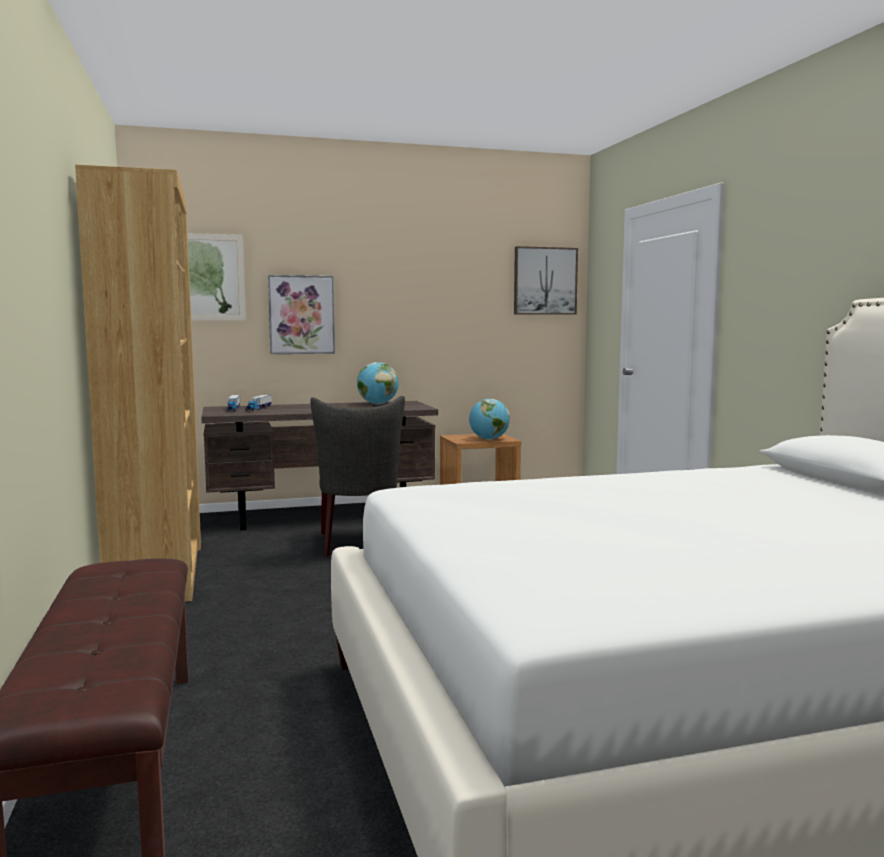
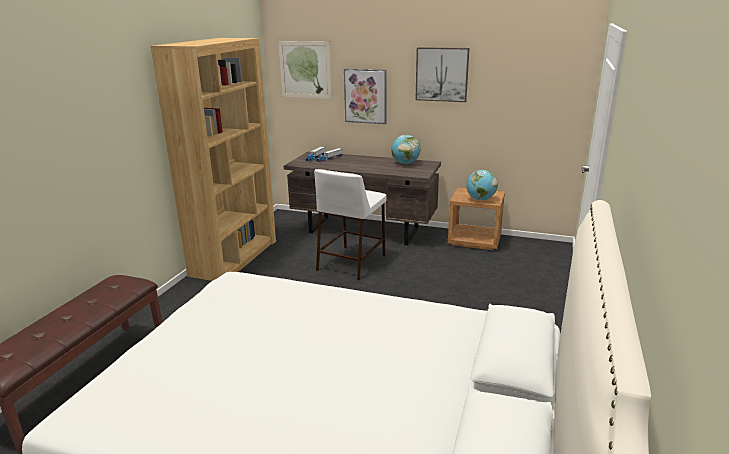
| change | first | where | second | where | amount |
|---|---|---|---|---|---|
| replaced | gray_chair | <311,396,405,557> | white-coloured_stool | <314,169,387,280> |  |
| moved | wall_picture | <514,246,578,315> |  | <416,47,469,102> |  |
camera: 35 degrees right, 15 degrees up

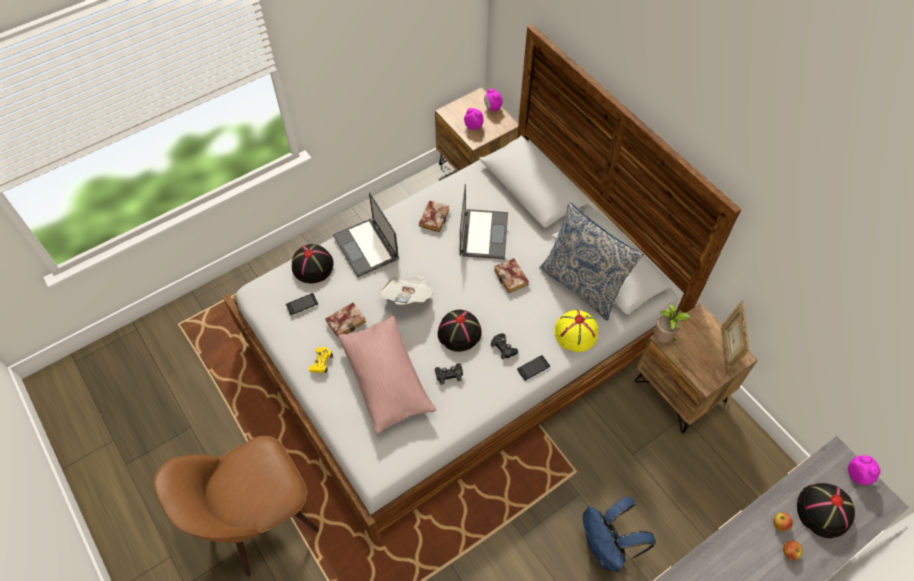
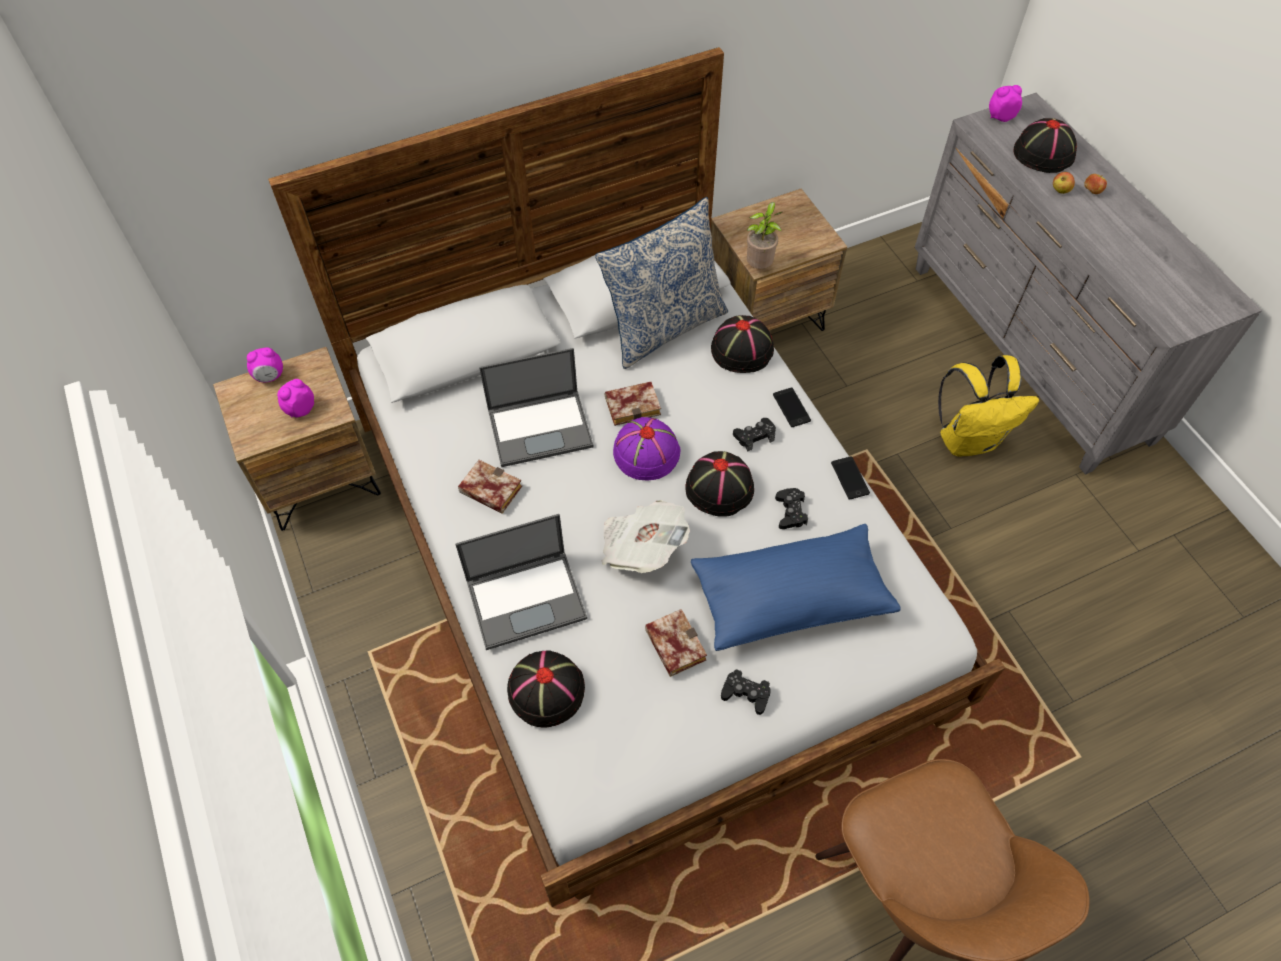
| change | first | where | second | where | amount |
|---|---|---|---|---|---|
| moved | telephone | <286,293,318,315> |  | <831,456,870,500> |  |
| recoloured | yellow-coloured_gamepad | <309,347,333,373> | black-coloured_gamepad | <721,669,771,715> |  |
| recoloured | pinkish_cushion | <338,316,436,435> | blue-coloured_cushion | <691,524,901,651> |  |
| turned | notebook_computer | <460,184,508,259> |  | <479,348,594,467> | 150 degrees clockwise |
| recoloured | yellow-coloured_wearable_hat | <554,310,598,352> | black-coloured_wearable_hat | <711,315,774,373> |  |
| recoloured | blue-coloured_backpack | <583,496,656,572> | yellow-coloured_backpack | <938,355,1039,457> |  |
| removed | standing_frame | <721,300,750,375> |  |  |  |
| added |  |  | purple_wearable_hat | <613,417,681,480> |  |
camera: 80 degrees left, 0 degrees up

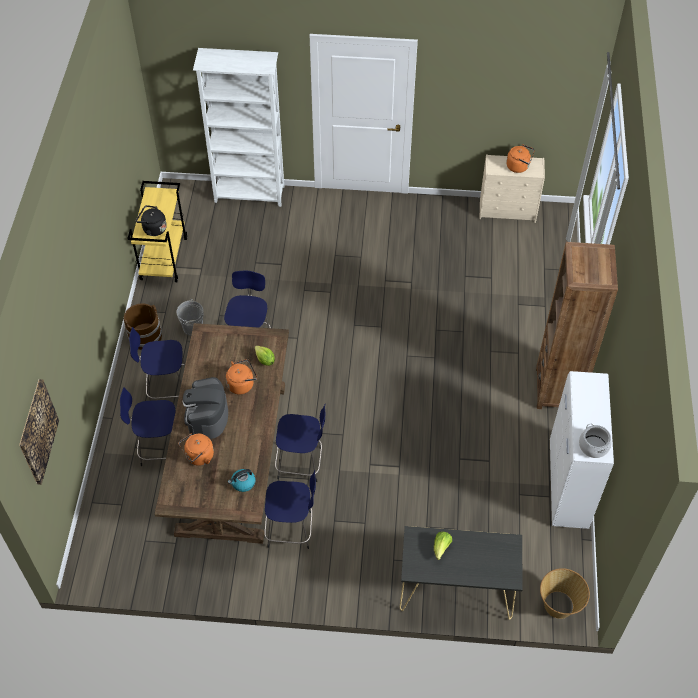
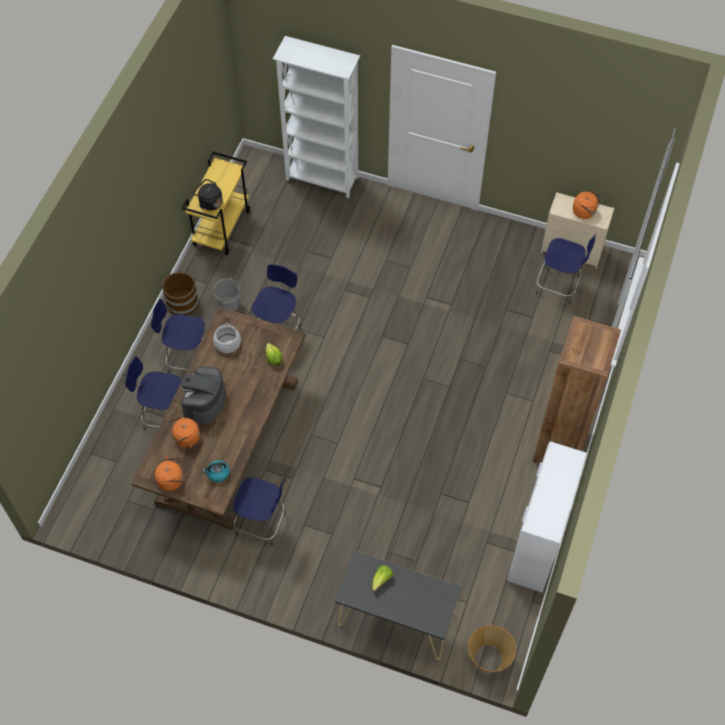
| change | first | where | second | where | amount |
|---|---|---|---|---|---|
| removed | wall_picture | <19,379,59,485> |  |  |  |
| moved | orange-coloured_water_kettle | <226,359,257,394> |  | <155,456,184,491> |  |
| moved | blue-coloured_stool | <275,403,326,482> |  | <536,234,596,304> |  |
| moved | cooking_pot | <579,424,612,458> |  | <213,323,241,353> |  |
camera: 15 degrees right, 5 degrees up

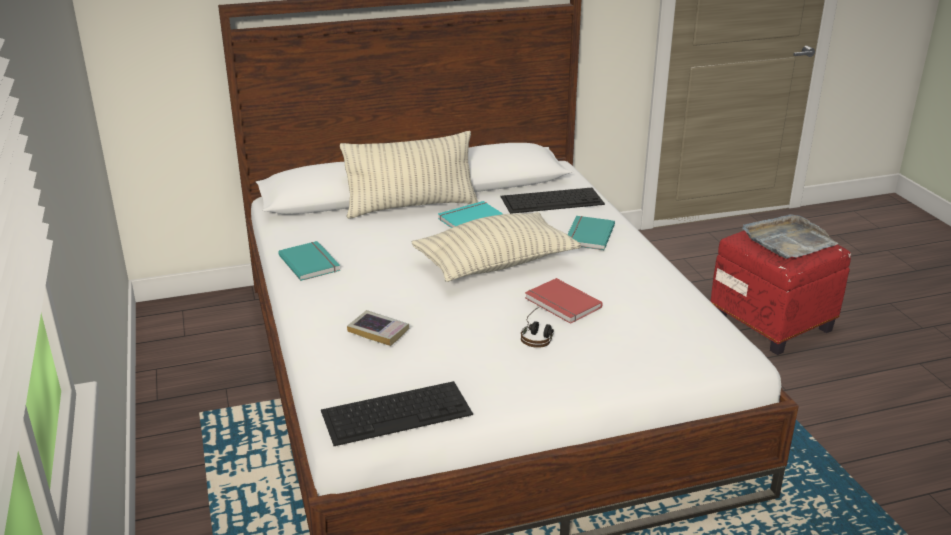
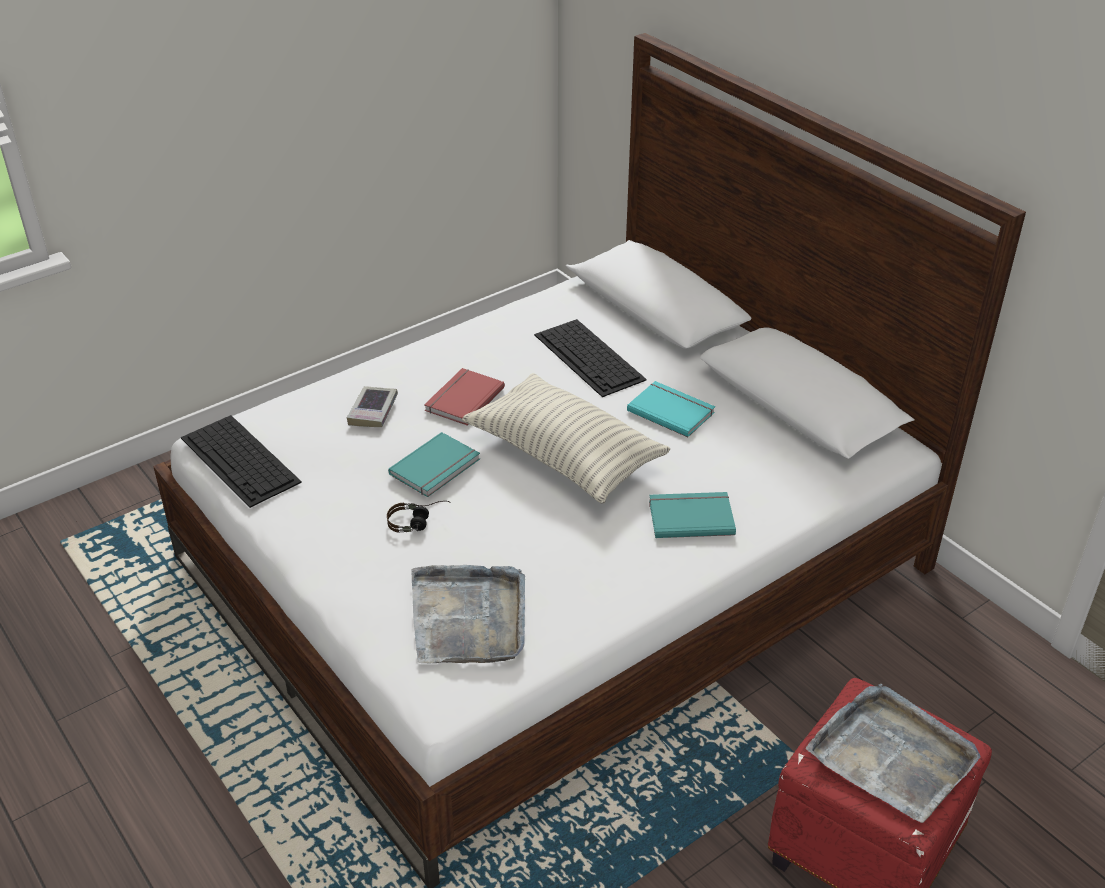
| change | first | where | second | where | amount |
|---|---|---|---|---|---|
| moved | turquoise-coloured_book | <278,241,340,281> |  | <388,432,480,497> |  |
| removed | cushion | <340,131,478,219> |  |  |  |
| moved | computer_keyboard | <501,188,605,214> |  | <534,319,647,397> |  |
| moved | red-coloured_book | <525,278,603,324> |  | <424,368,505,425> |  |
| added |  |  | gray_serving_tray | <411,565,525,663> |  |
camera: 70 degrees right, 10 degrees up

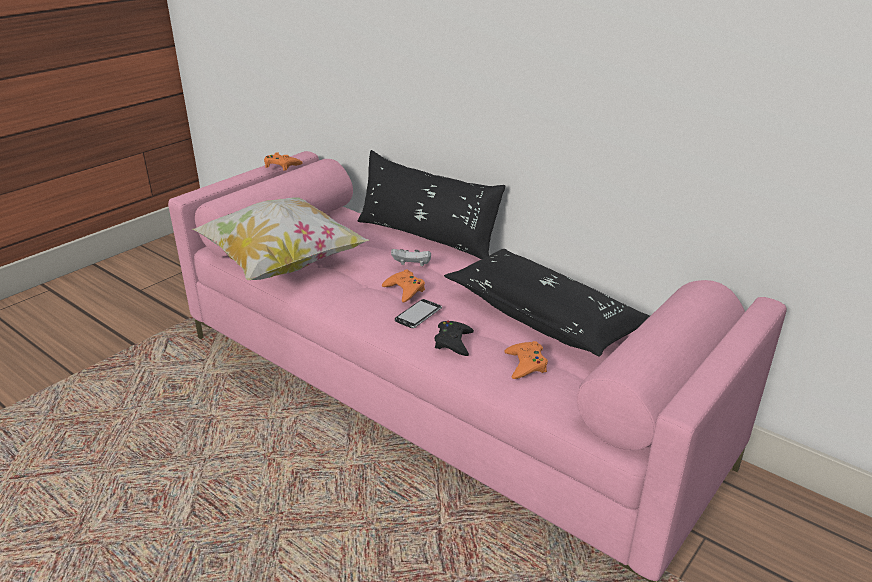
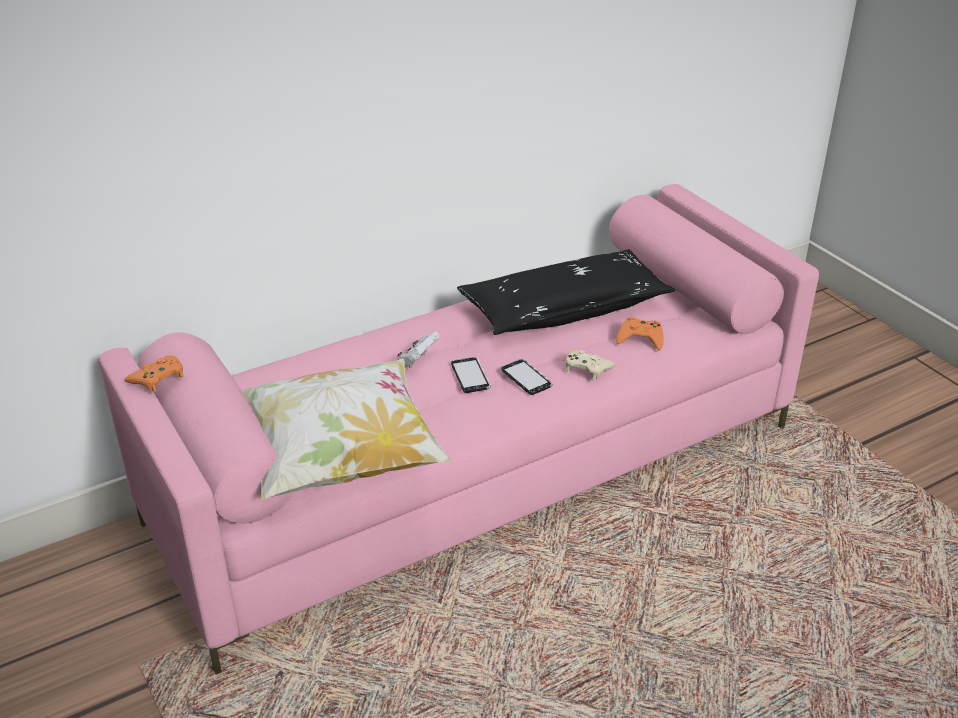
| change | first | where | second | where | amount |
|---|---|---|---|---|---|
| removed | black-coloured_cushion | <358,150,506,259> |  |  |  |
| replaced | orange-coloured_gamepad | <382,269,425,303> | telephone | <451,357,491,393> |  |
| recoloured | black-coloured_gamepad | <435,320,474,356> | sand-coloured_gamepad | <566,350,616,380> |  |
camera: 70 degrees left, 5 degrees up

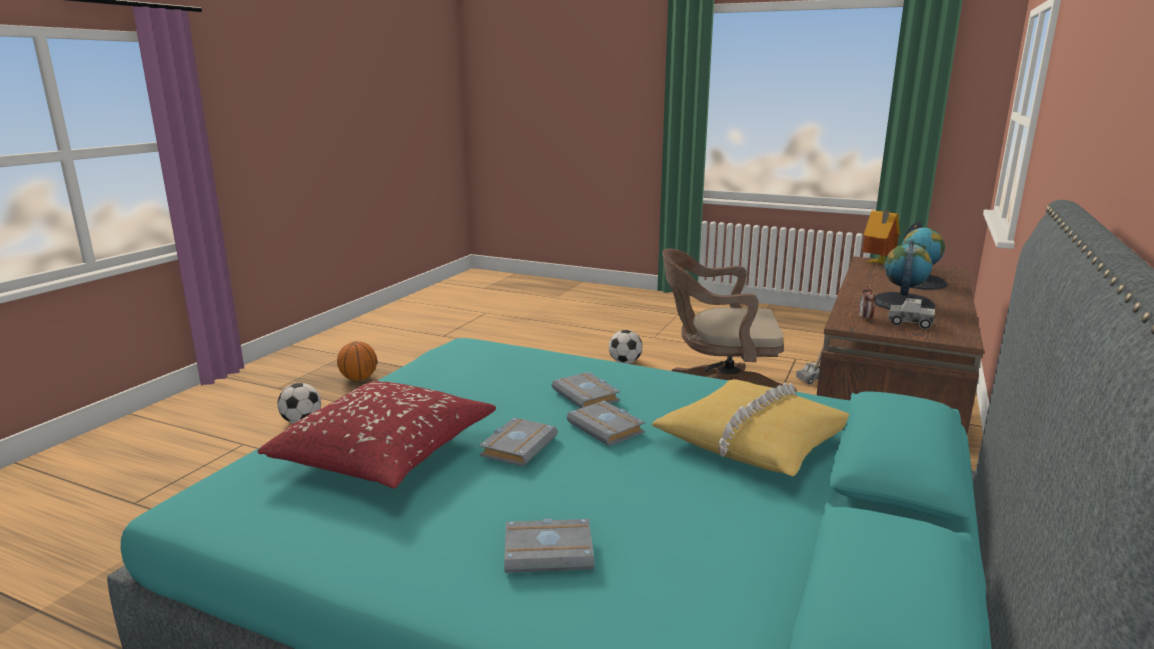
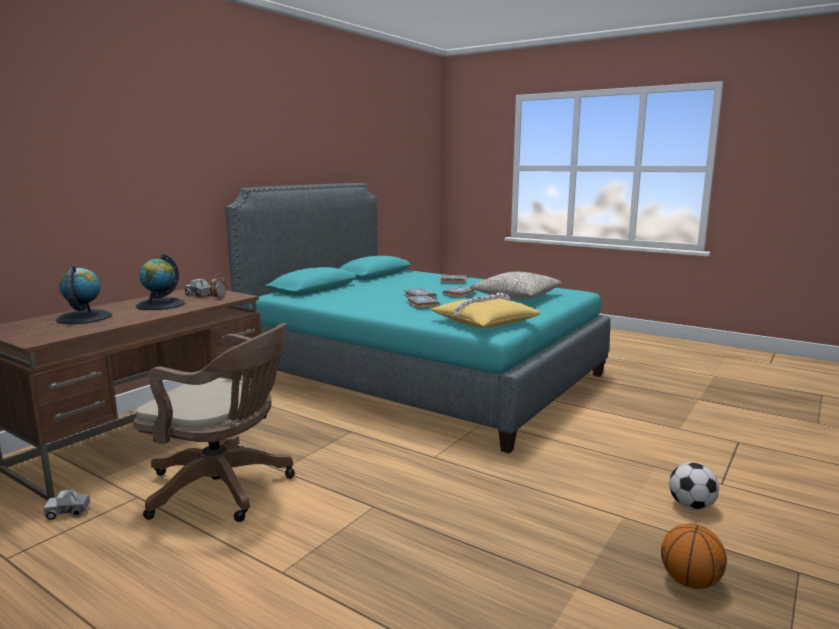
| change | first | where | second | where | amount |
|---|---|---|---|---|---|
| recoloured | red-coloured_cushion | <257,381,496,489> | gray_cushion | <470,272,562,300> |  |
| removed | football_ball | <609,330,642,364> |  |  |  |
| moved | yellow-coloured_cushion | <652,379,849,476> |  | <430,293,541,328> |  |
| removed | model_house | <863,210,900,265> |  |  |  |
camera: 170 degrees left, 5 degrees down

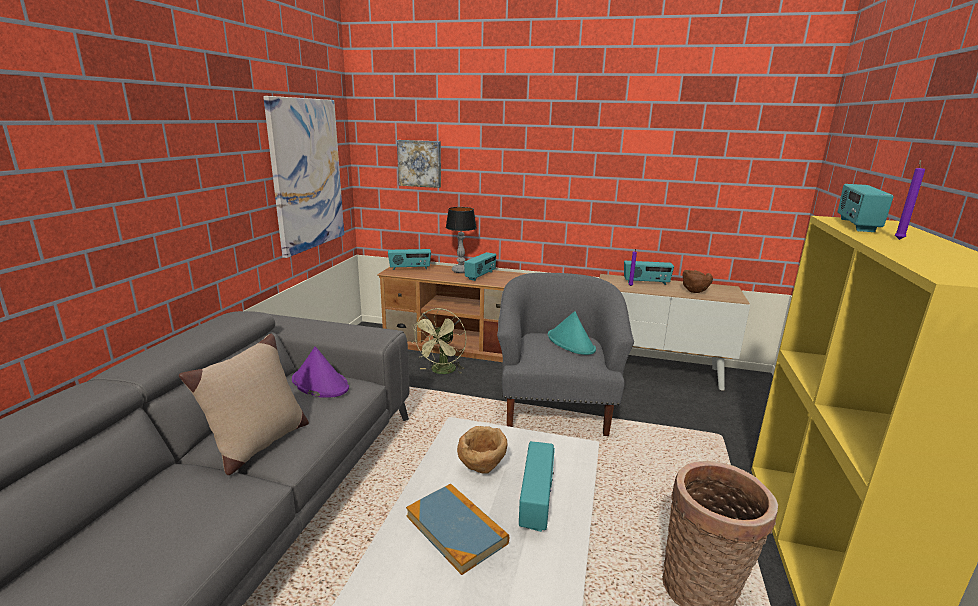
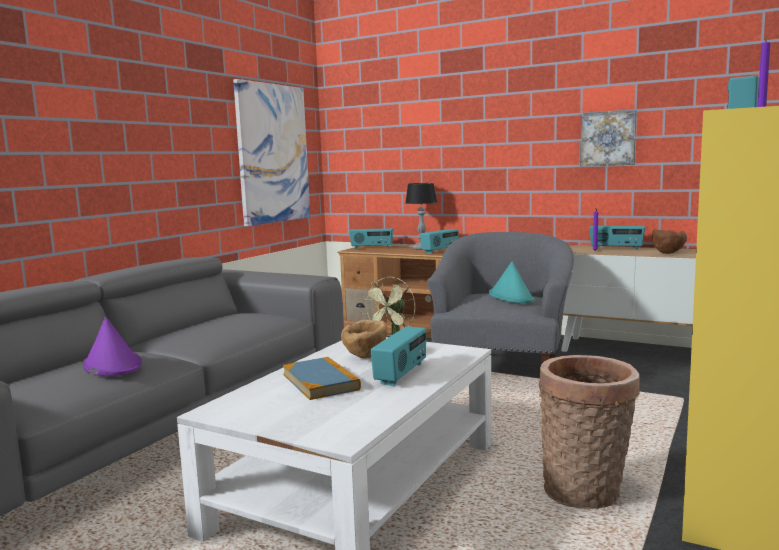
| change | first | where | second | where | amount |
|---|---|---|---|---|---|
| removed | sand-coloured_cushion | <179,334,309,475> |  |  |  |
| moved | purple_wearable_hat | <292,347,349,398> |  | <83,317,142,376> |  |
| moved | wall_picture | <397,140,441,188> |  | <580,110,637,166> |  |
camera: 15 degrees right, 10 degrees down

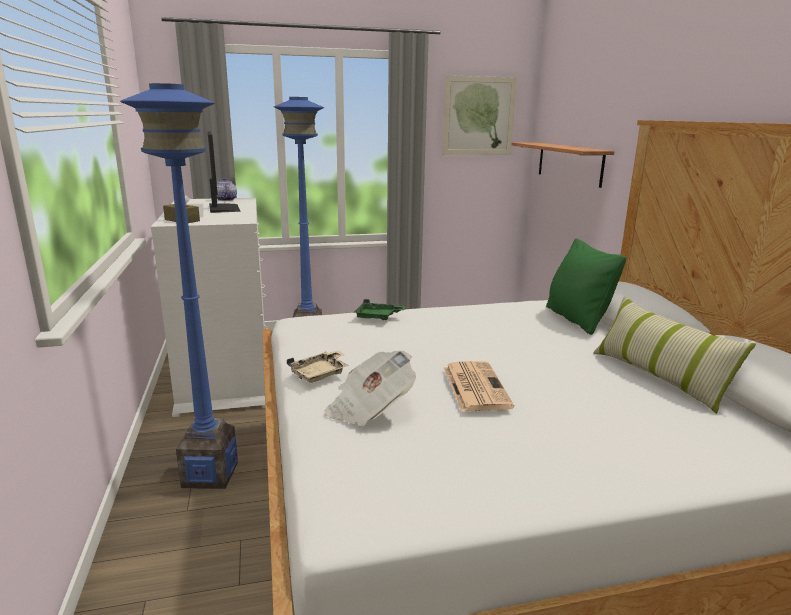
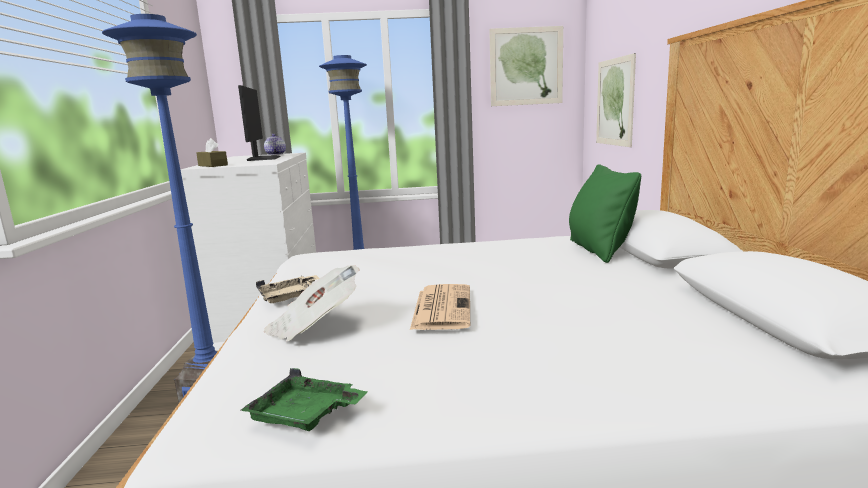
| change | first | where | second | where | amount |
|---|---|---|---|---|---|
| moved | greenish_serving_tray | <353,299,406,320> |  | <241,368,368,431> |  |
| replaced | bracket_shelf | <511,142,615,188> | wall_picture | <596,53,636,147> |  |
| removed | cushion | <593,296,756,414> |  |  |  |
camera: 10 degrees right, 5 degrees down

